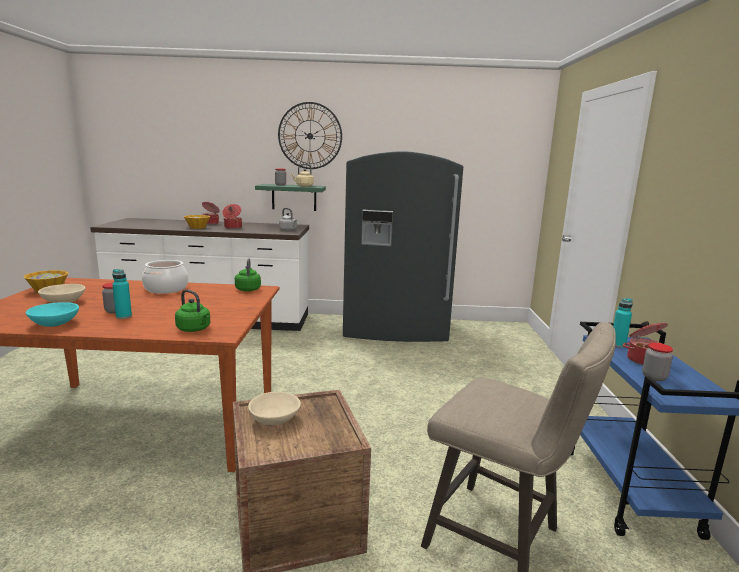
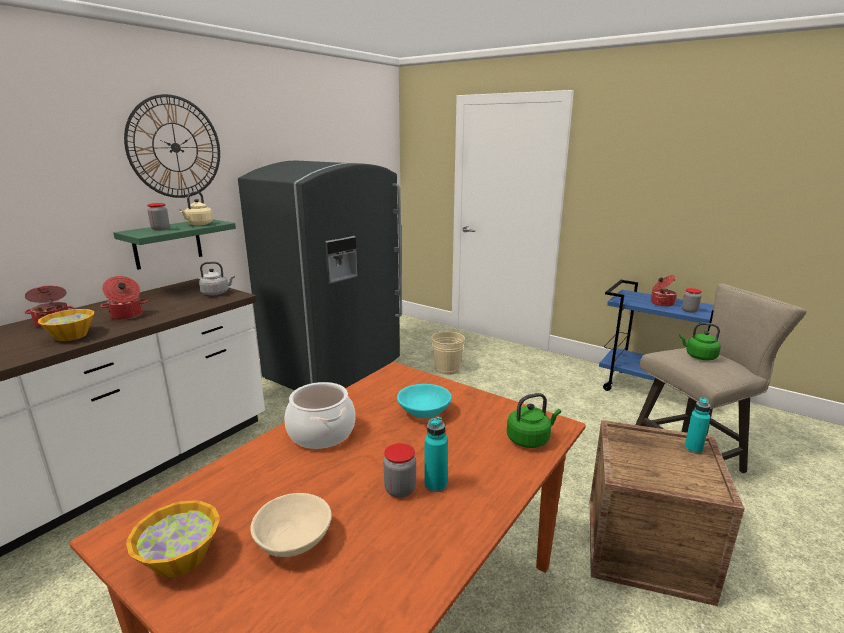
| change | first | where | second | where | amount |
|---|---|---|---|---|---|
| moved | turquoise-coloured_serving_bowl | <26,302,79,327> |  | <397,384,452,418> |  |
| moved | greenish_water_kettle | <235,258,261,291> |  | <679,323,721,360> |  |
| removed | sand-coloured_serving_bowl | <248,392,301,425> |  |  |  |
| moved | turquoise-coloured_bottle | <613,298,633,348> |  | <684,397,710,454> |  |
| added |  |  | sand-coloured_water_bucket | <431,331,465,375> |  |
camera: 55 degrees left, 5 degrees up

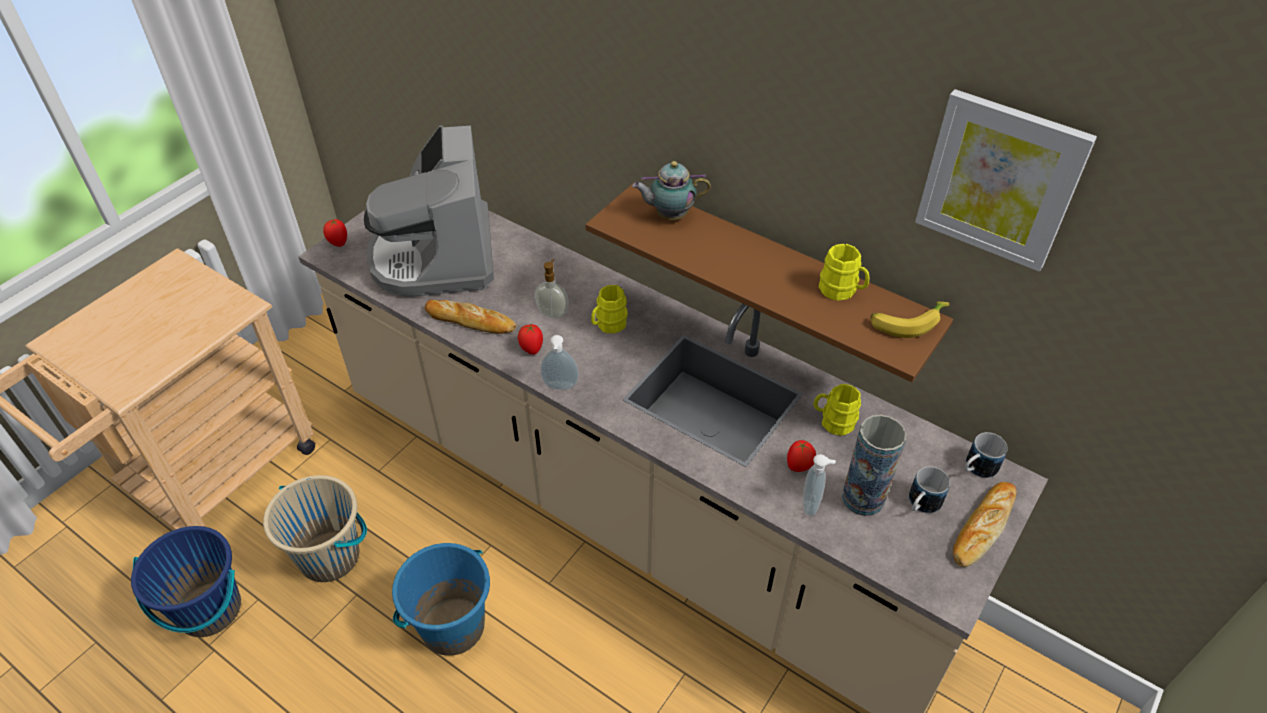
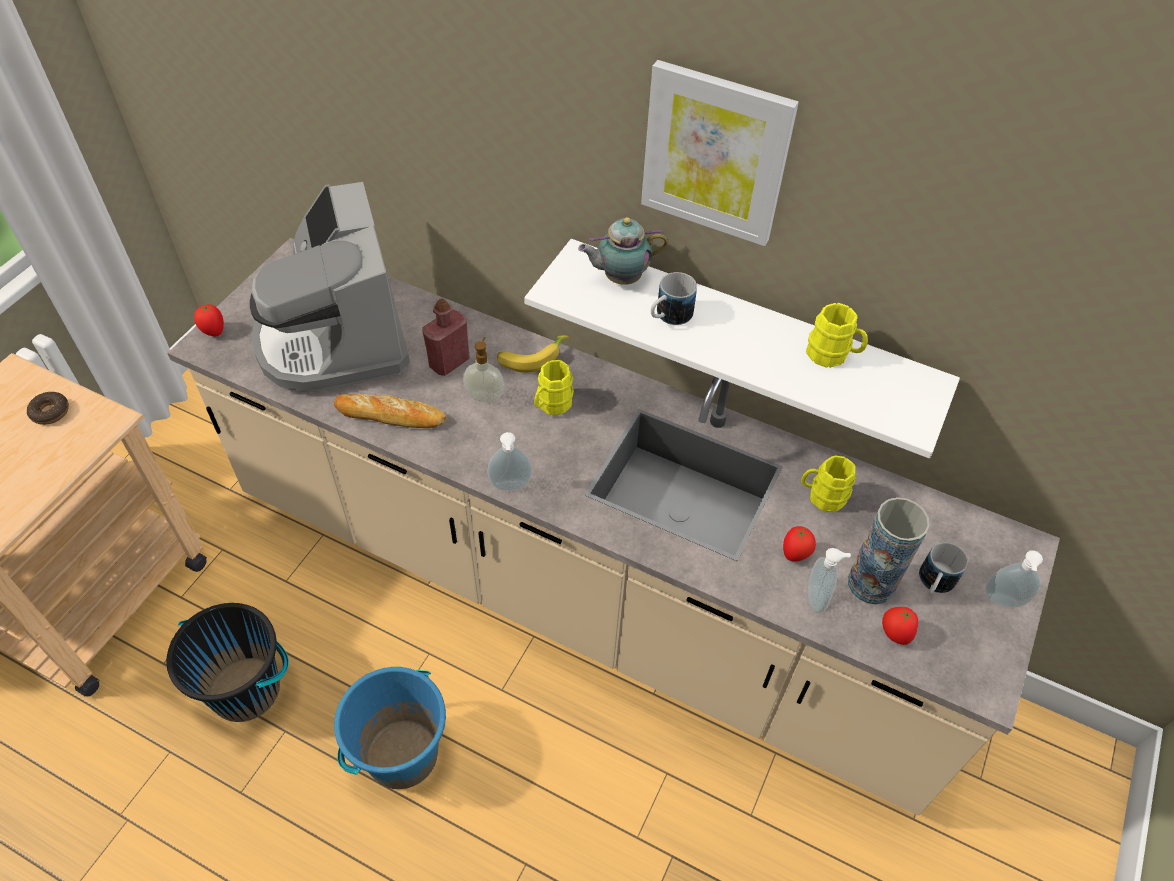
| change | first | where | second | where | amount |
|---|---|---|---|---|---|
| removed | blue-coloured_water_bucket | <131,526,241,637> |  |  |  |
| recoloured | sand-coloured_water_bucket | <263,475,367,582> | black-coloured_water_bucket | <166,603,289,722> |  |
| moved | tomato | <518,324,543,355> |  | <882,607,918,645> |  |
| recoloured | brownish_bracket_shelf | <585,182,953,382> | white-coloured_bracket_shelf | <524,239,960,458> |  |
| moved | banana | <870,302,949,338> |  | <497,336,569,373> |  |
| moved | wall_picture | <915,89,1097,271> |  | <641,60,799,246> |  |
| replaced | bread | <953,482,1017,567> | liquid_soap_bottle | <985,550,1043,607> |  |
| moved | coffee_mug | <964,432,1008,478> |  | <651,272,697,325> |  |
| added |  |  | doughnut | <27,392,69,425> |  |
| added |  |  | red-coloured_bottle | <422,299,470,376> |  |
camera: 10 degrees left, 5 degrees up

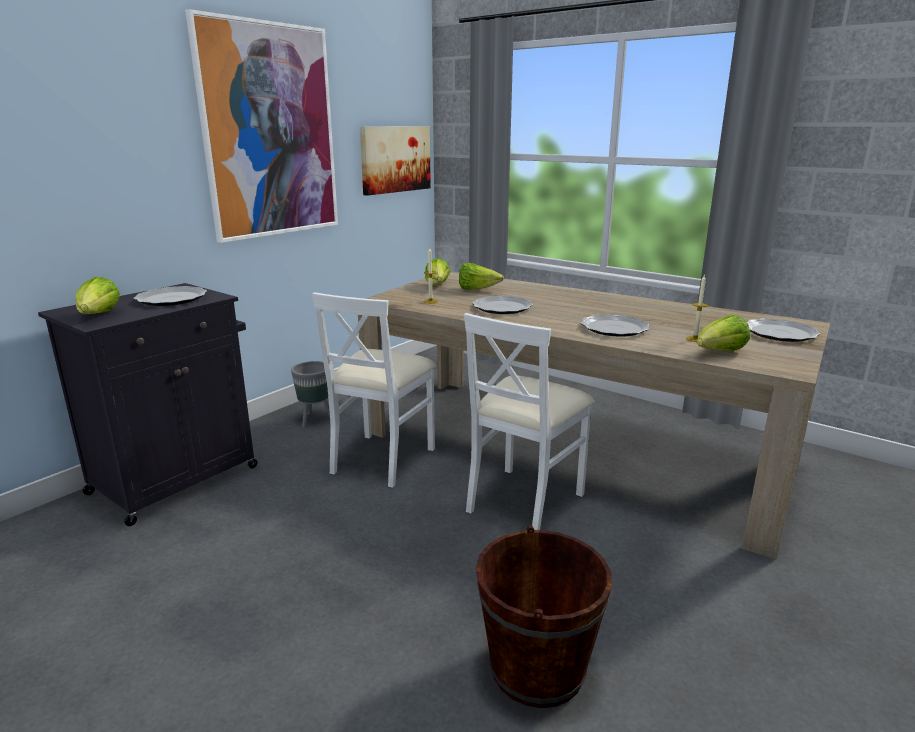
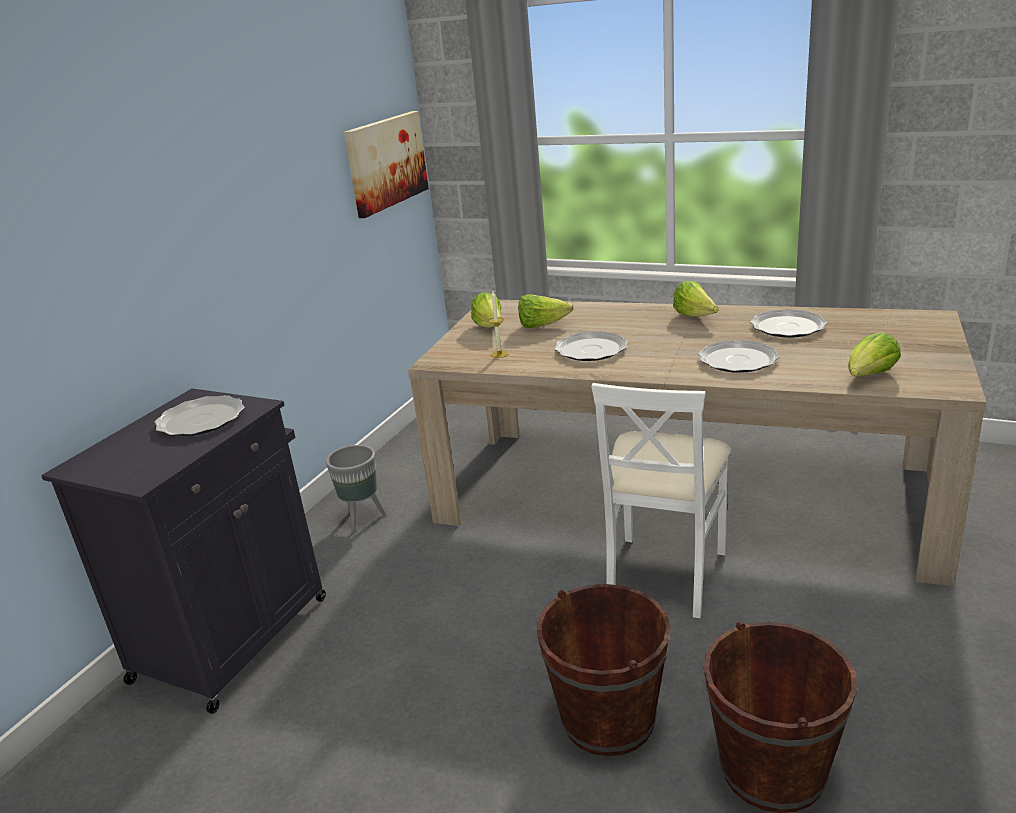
| change | first | where | second | where | amount |
|---|---|---|---|---|---|
| moved | lettuce_head | <76,277,120,314> |  | <673,281,719,317> |  |
| removed | wall_picture | <185,9,338,243> |  |  |  |
| removed | white-coloured_chair | <312,292,436,488> |  |  |  |
| removed | candle | <686,275,708,342> |  |  |  |
| moved | dinner_plate | <747,318,820,342> |  | <750,309,827,338> |  |
| added |  |  | brownish_water_bucket | <537,584,671,756> |  |
camera: 10 degrees left, 5 degrees up

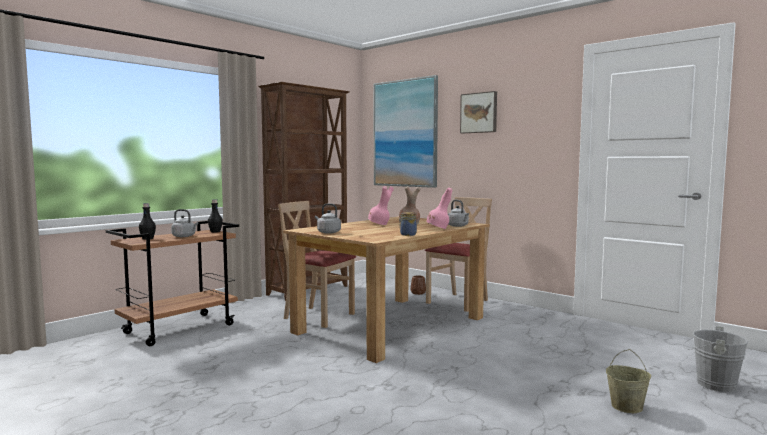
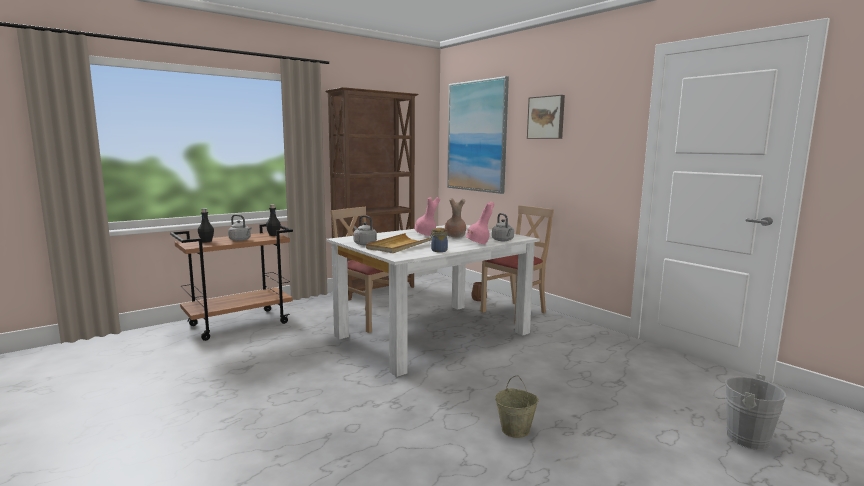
| change | first | where | second | where | amount |
|---|---|---|---|---|---|
| recoloured | brownish_kitchen_table | <283,217,490,363> | white-coloured_kitchen_table | <326,225,540,377> |  |
| moved | sand-coloured_water_bucket | <606,349,651,413> |  | <495,375,539,438> |  |
| added |  |  | sand-coloured_serving_tray | <366,233,432,253> |  |
camera: 10 degrees right, 5 degrees up

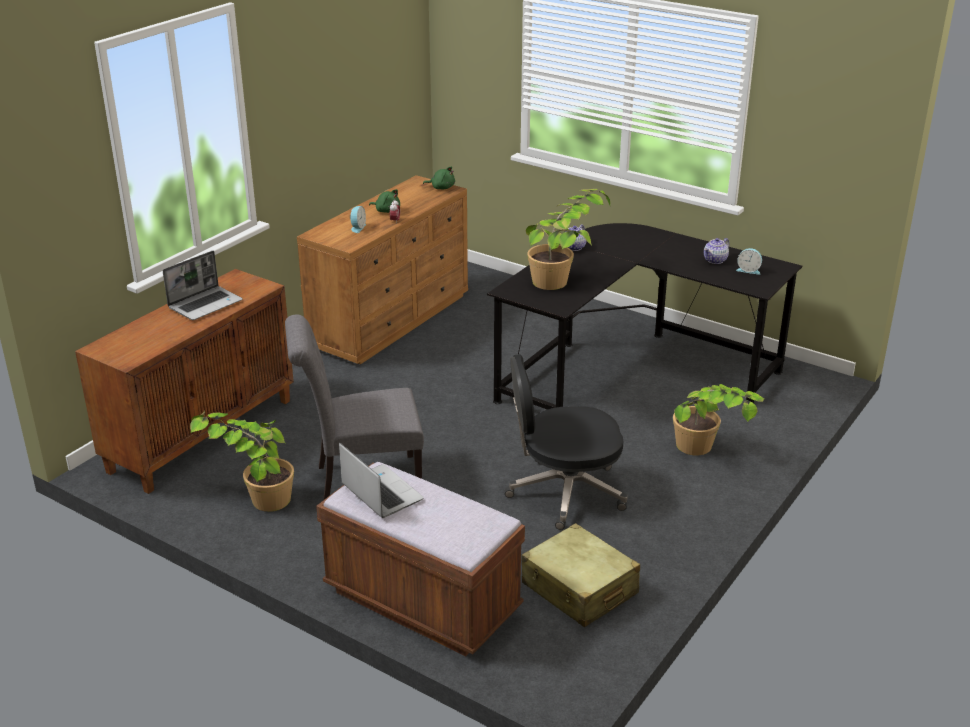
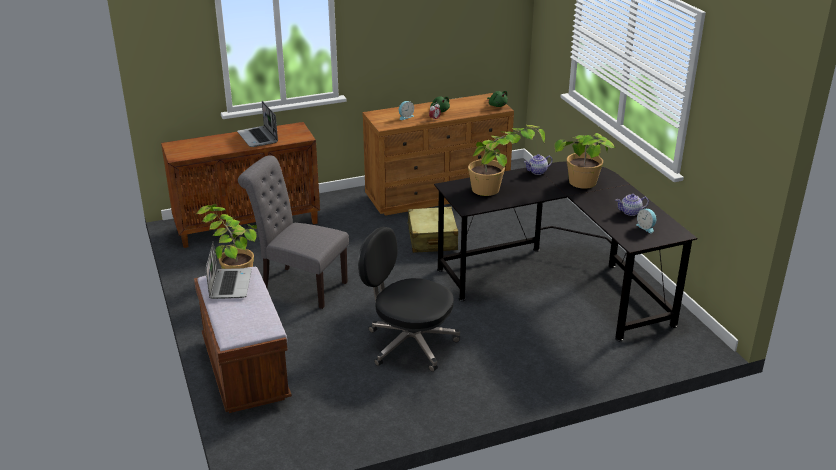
| change | first | where | second | where | amount |
|---|---|---|---|---|---|
| turned | notebook_computer | <163,251,243,320> |  | <237,101,278,147> | 75 degrees clockwise |
| moved | sand-coloured_travel_case | <521,523,640,627> |  | <407,207,458,253> |  |
| moved | plant_in_a_pot | <673,384,764,456> |  | <554,133,616,189> |  |
camera: 35 degrees right, 0 degrees up

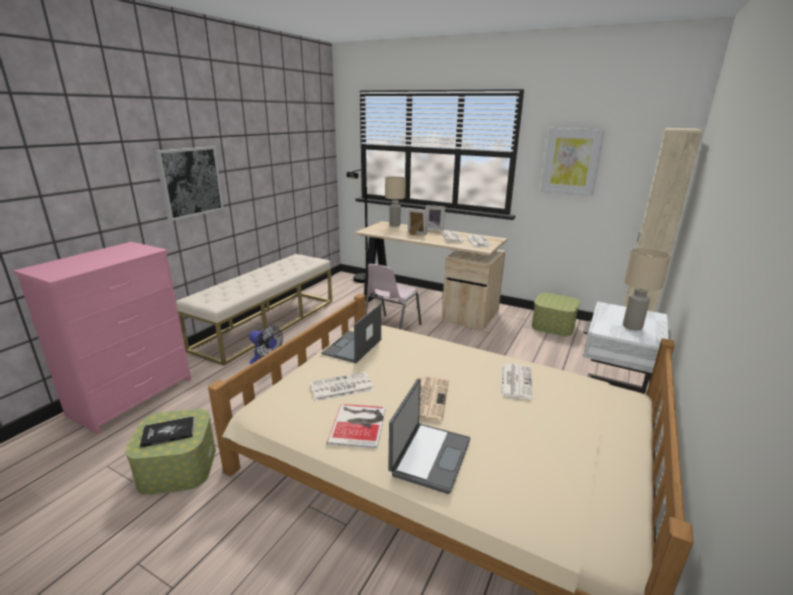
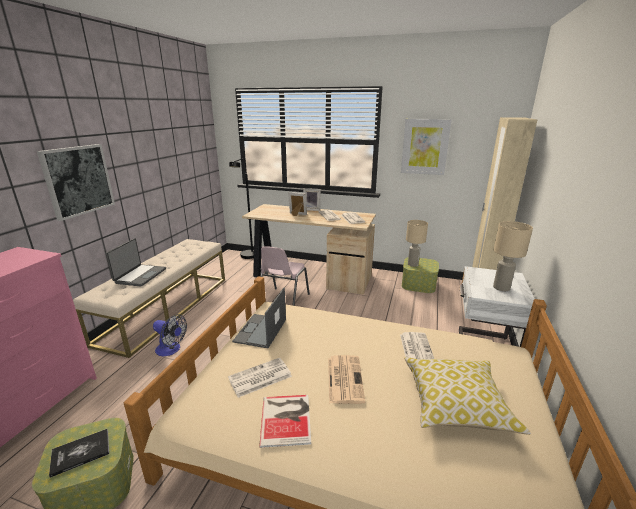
| change | first | where | second | where | amount |
|---|---|---|---|---|---|
| moved | sand-coloured_lamp_for_a_table | <385,176,406,226> |  | <406,220,428,267> |  |
| moved | notebook_computer | <389,378,471,494> |  | <106,238,166,287> |  |
| added |  |  | cushion | <404,357,531,435> |  |
camera: 10 degrees left, 0 degrees up

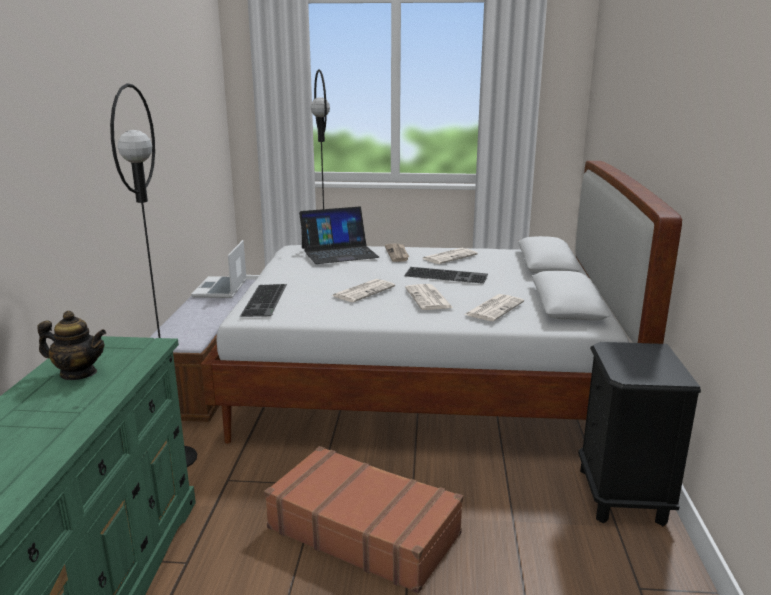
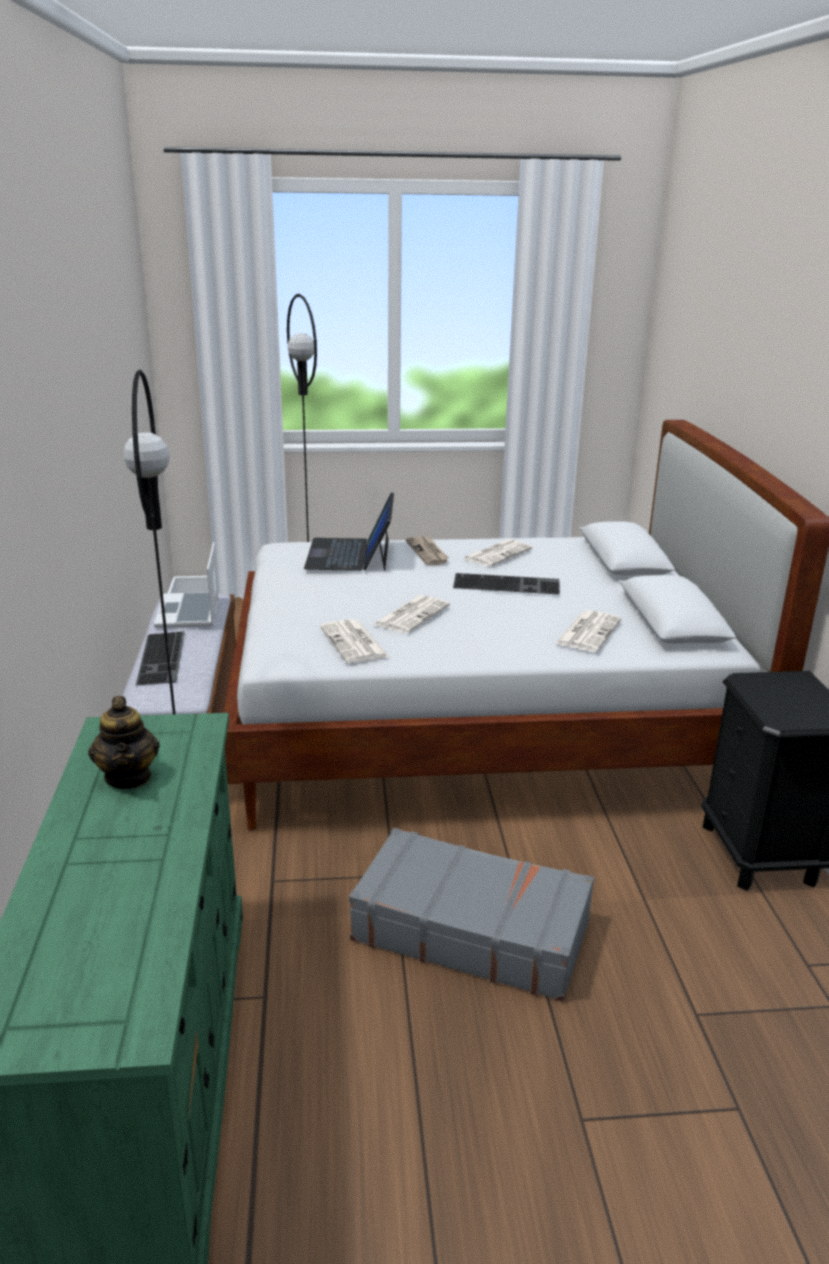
| change | first | where | second | where | amount |
|---|---|---|---|---|---|
| turned | pot_for_tea | <37,311,106,380> |  | <88,696,160,789> | 75 degrees clockwise |
| moved | computer_keyboard | <240,284,287,317> |  | <136,631,185,685> |  |
| recoloured | brownish_travel_case | <264,446,463,594> | gray_travel_case | <349,828,594,1002> |  |
| turned | notebook_computer | <299,206,379,264> |  | <304,492,394,571> | 120 degrees clockwise |
| moved | newspaper | <405,284,453,310> |  | <320,619,389,663> |  |
camera: 10 degrees left, 5 degrees up

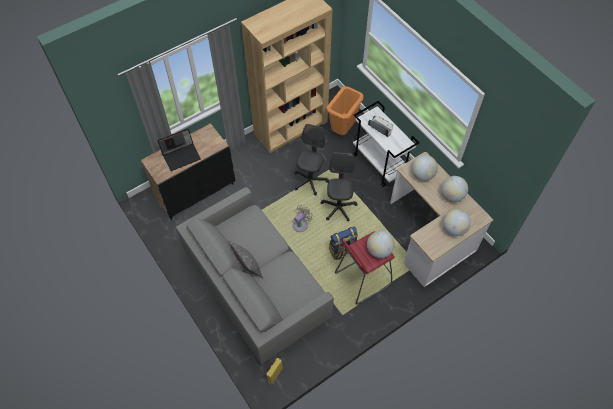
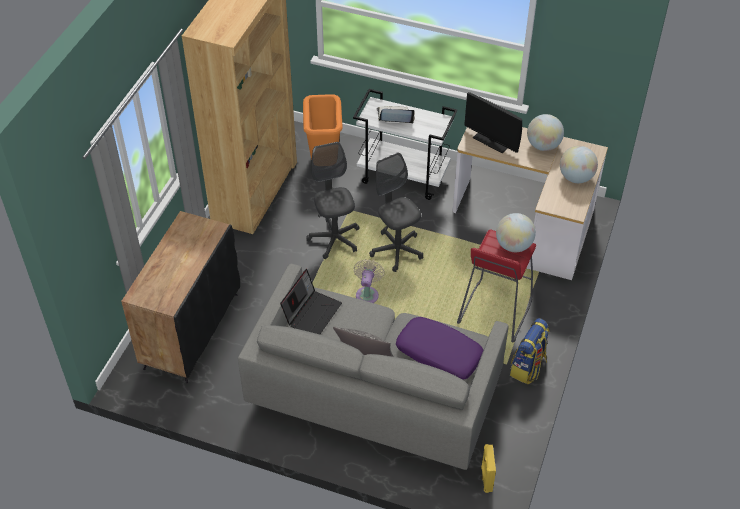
| change | first | where | second | where | amount |
|---|---|---|---|---|---|
| moved | notebook_computer | <158,129,201,171> |  | <280,269,342,334> |  |
| moved | backpack | <329,227,358,260> |  | <510,318,550,384> |  |
| replaced | globe | <412,155,438,181> | monitor | <464,92,522,153> |  |
| added |  |  | purple_cushion | <396,317,483,380> |  |
camera: 35 degrees left, 10 degrees down

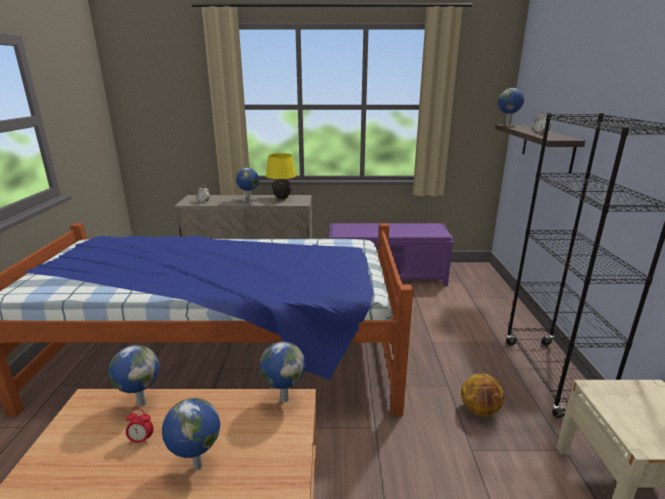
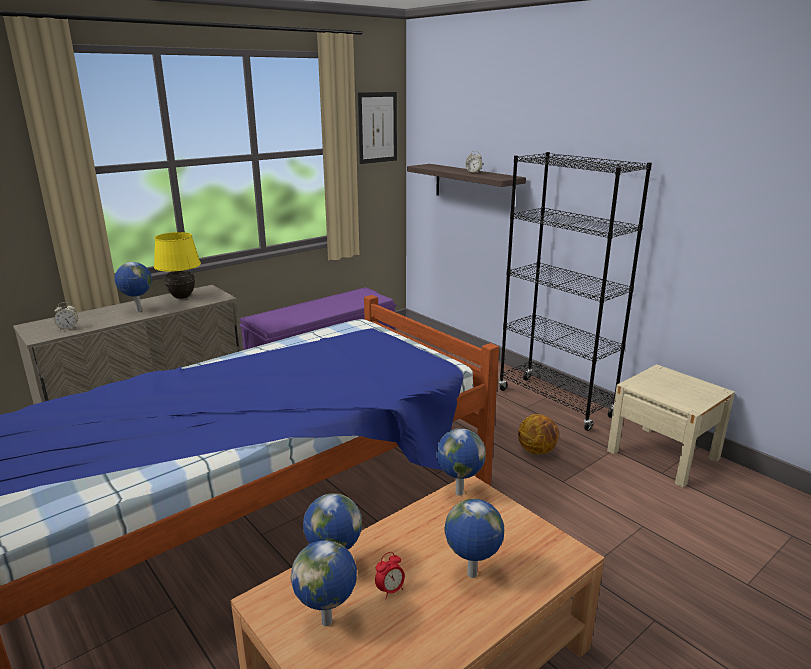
| change | first | where | second | where | amount |
|---|---|---|---|---|---|
| moved | globe | <498,88,524,126> |  | <291,540,357,626> |  |
| added |  |  | wall_picture | <358,92,397,164> |  |
camera: 40 degrees left, 0 degrees up

